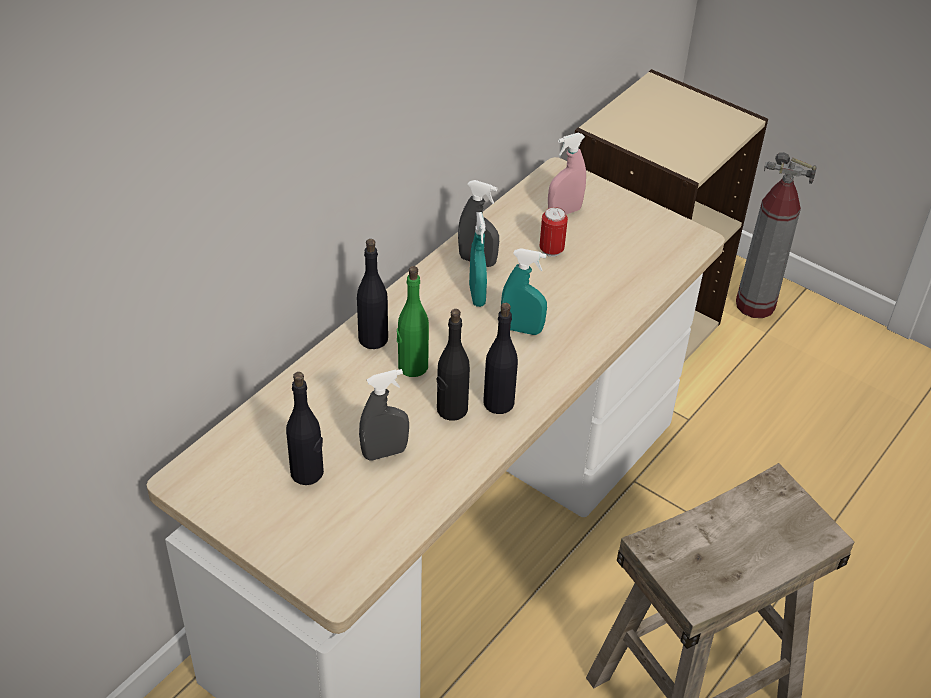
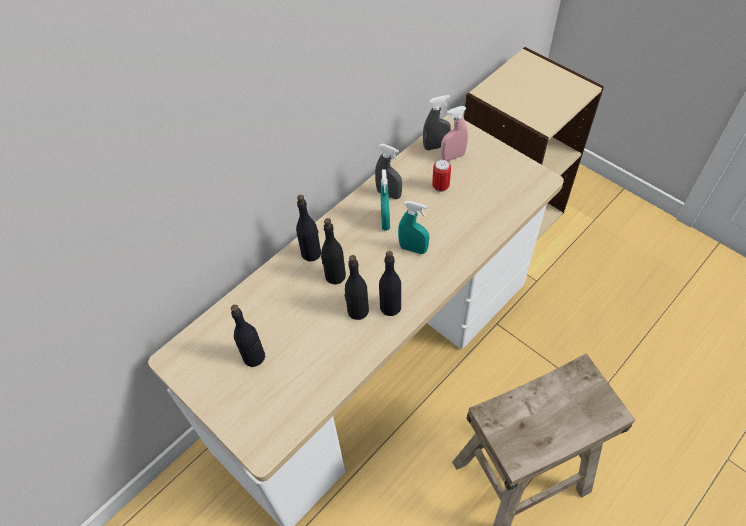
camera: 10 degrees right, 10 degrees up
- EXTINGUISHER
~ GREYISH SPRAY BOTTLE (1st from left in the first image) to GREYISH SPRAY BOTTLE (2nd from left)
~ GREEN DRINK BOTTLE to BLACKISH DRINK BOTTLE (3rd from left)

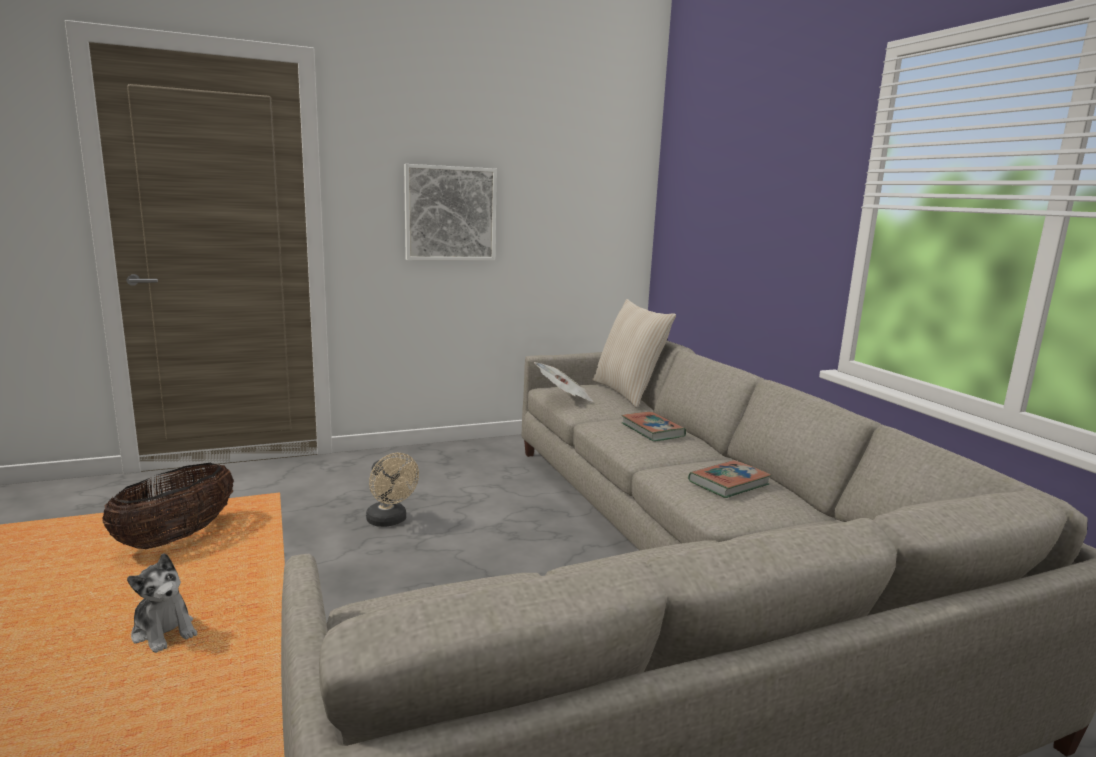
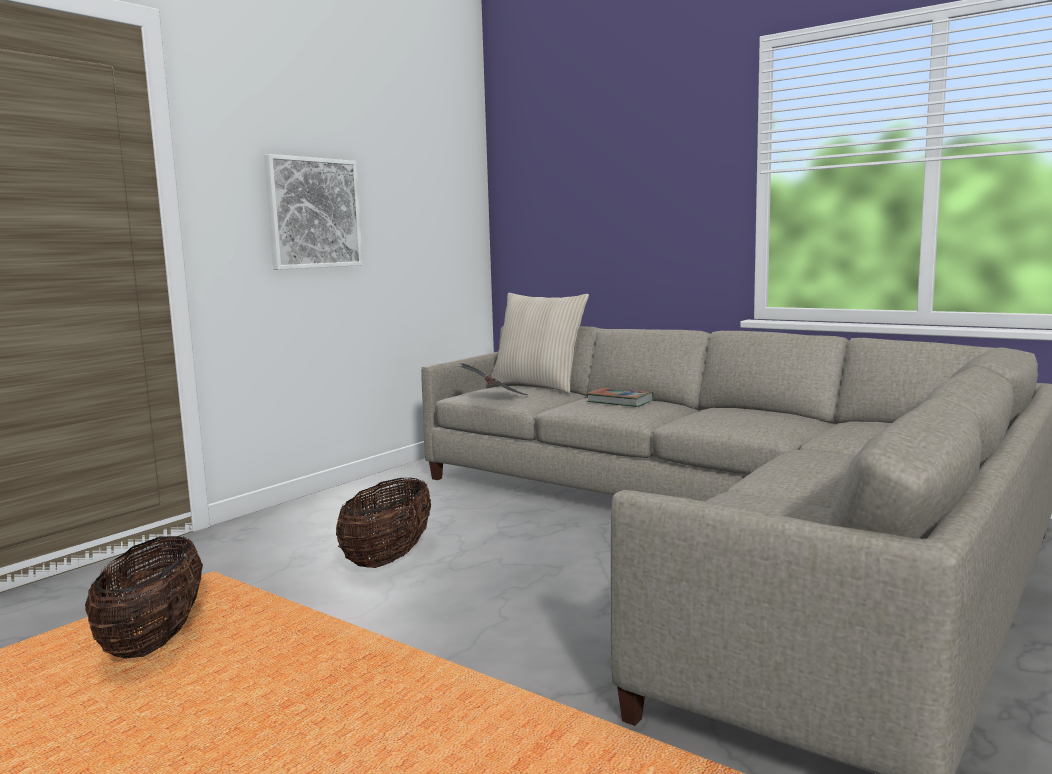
camera: 30 degrees left, 5 degrees down
- CUDDLY TOY
- VOLUME (2nd from left)
~ BEIGE ELECTRIC FAN to HOUSEHOLD BASKET (2nd from left)

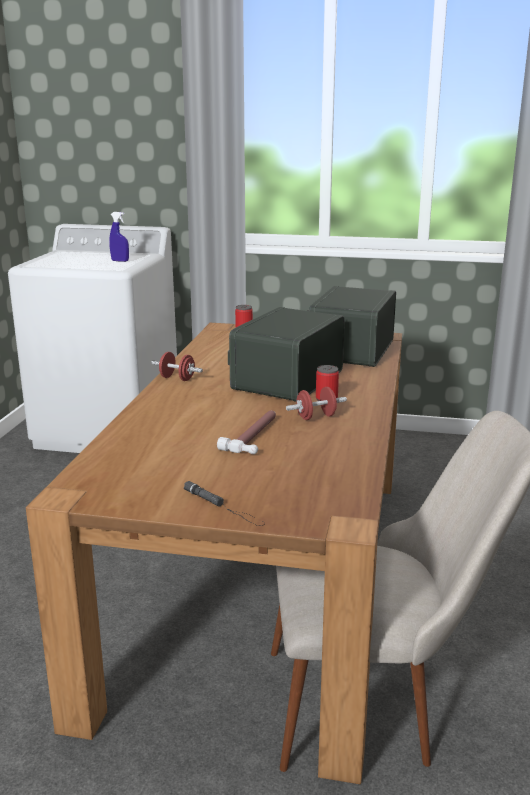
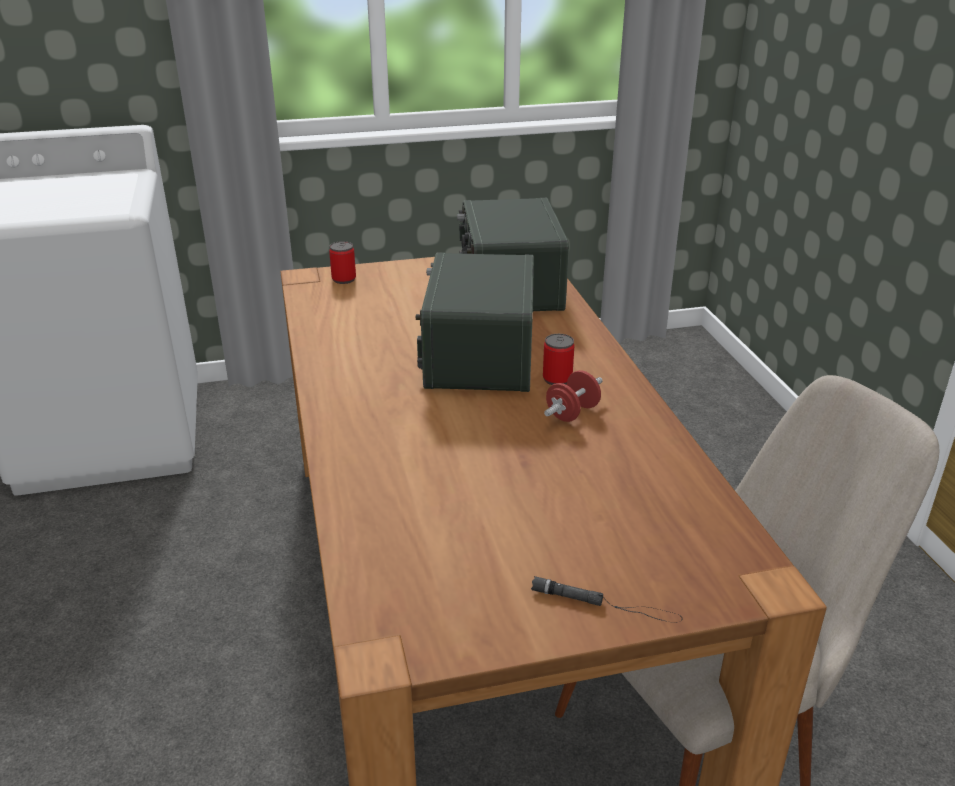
camera: 25 degrees left, 10 degrees up
- BLUE SPRAY BOTTLE
- RED HAND WEIGHT (1st from left)
- HAMMER

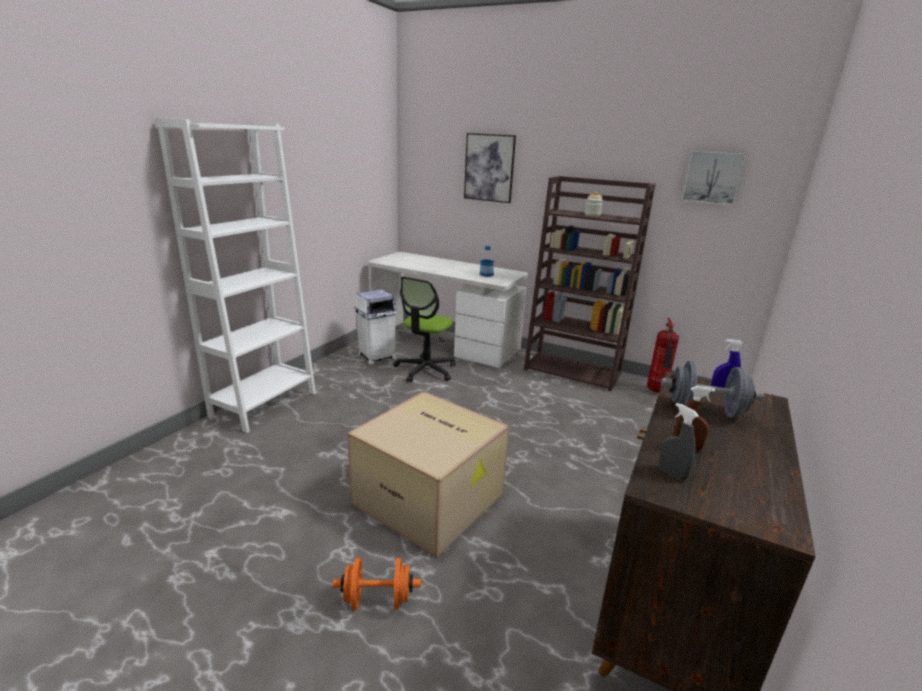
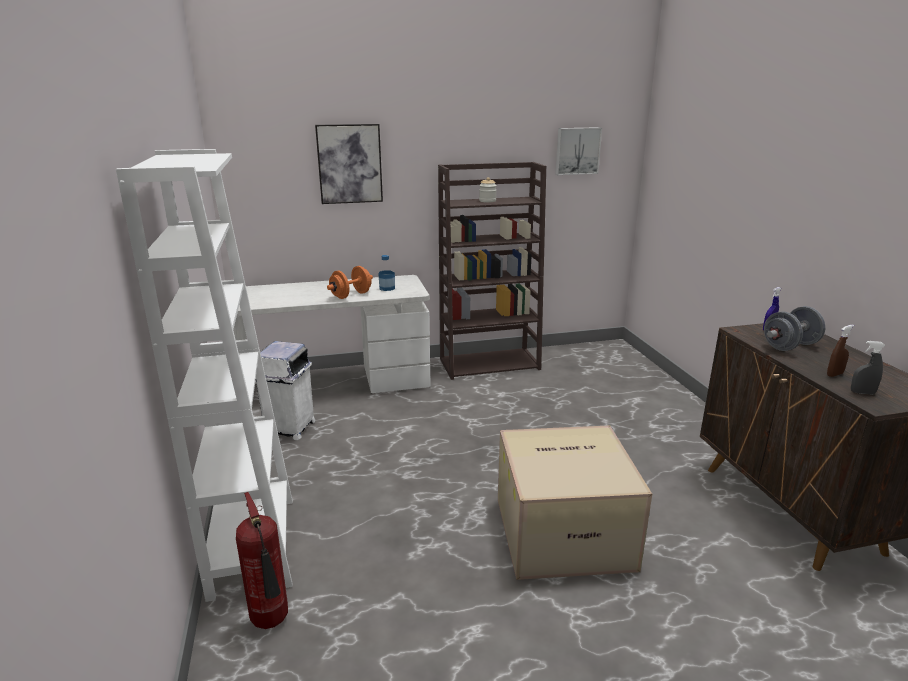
camera: 40 degrees left, 0 degrees up
- COMPUTER CHAIR
~ ORANGEY HAND WEIGHT
~ EXTINGUISHER

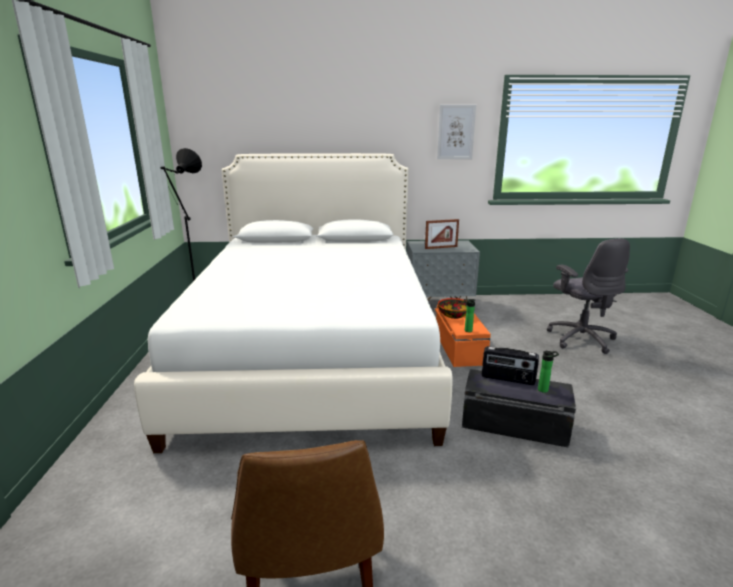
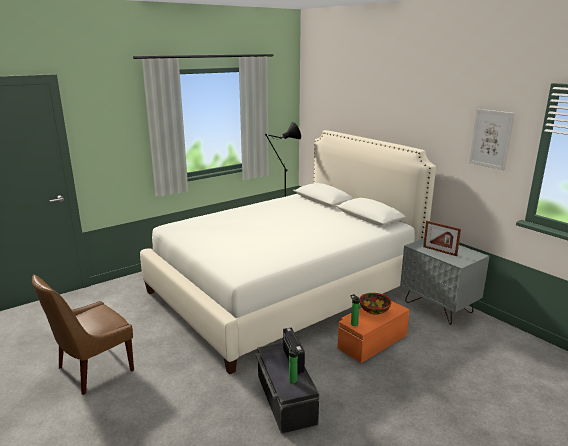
camera: 55 degrees right, 0 degrees up
- GREYISH COMPUTER CHAIR

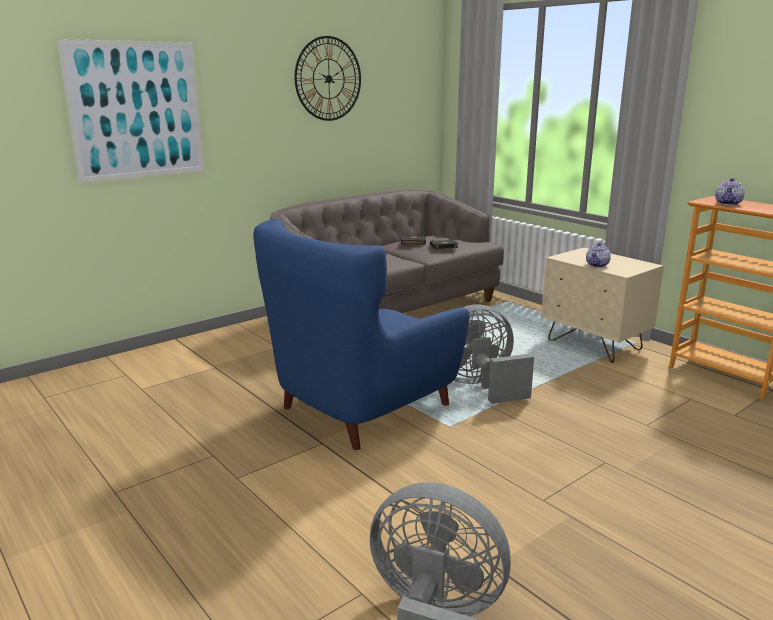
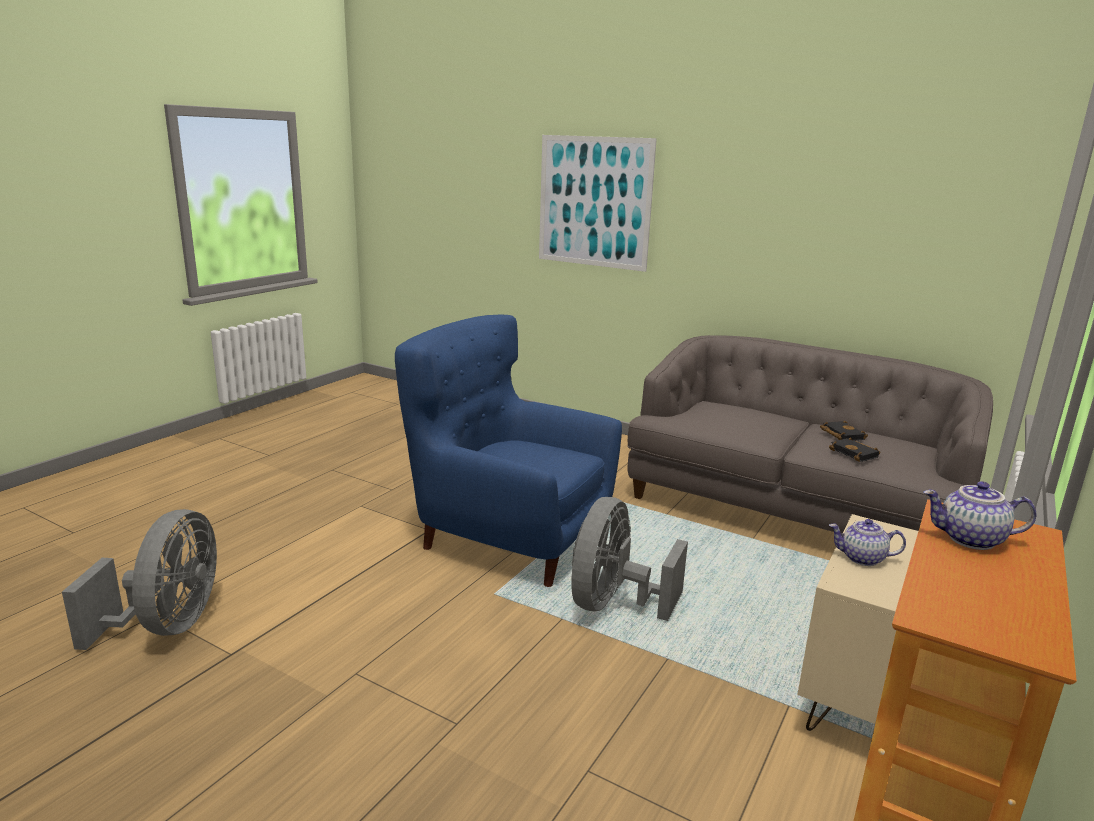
camera: 70 degrees right, 0 degrees up
- CLOCK ON THE WALL
~ GREYISH ELECTRIC FAN (2nd from left) 120 degrees counterclockwise

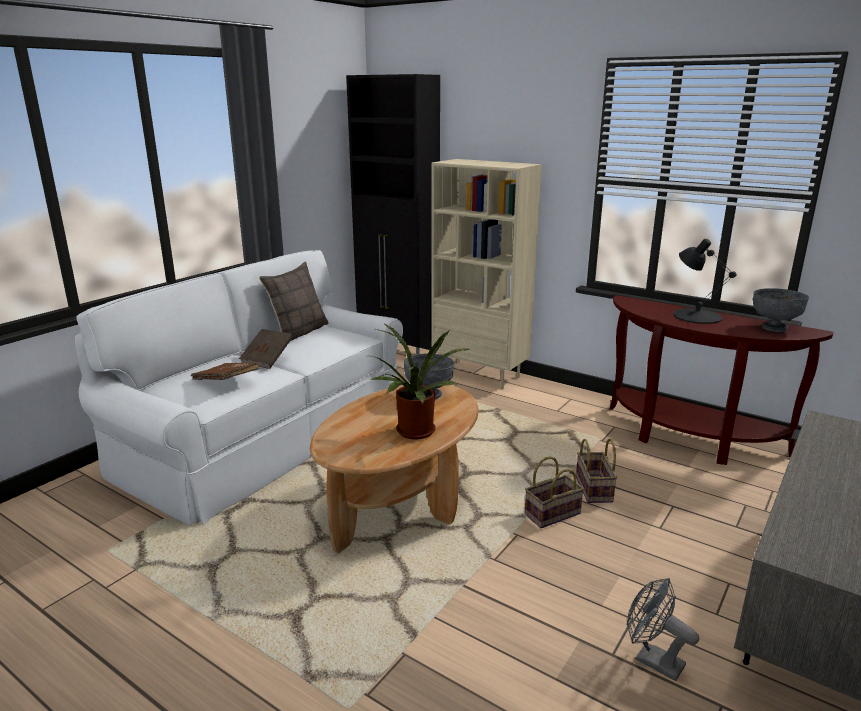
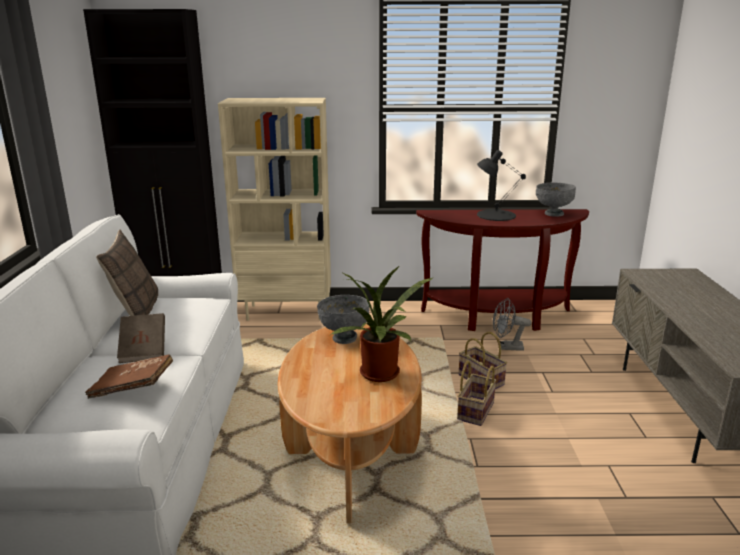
camera: 35 degrees left, 0 degrees up
~ GREYISH ELECTRIC FAN

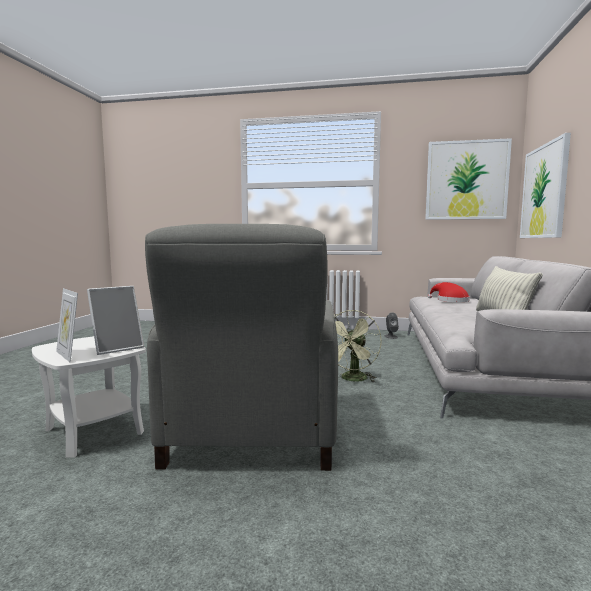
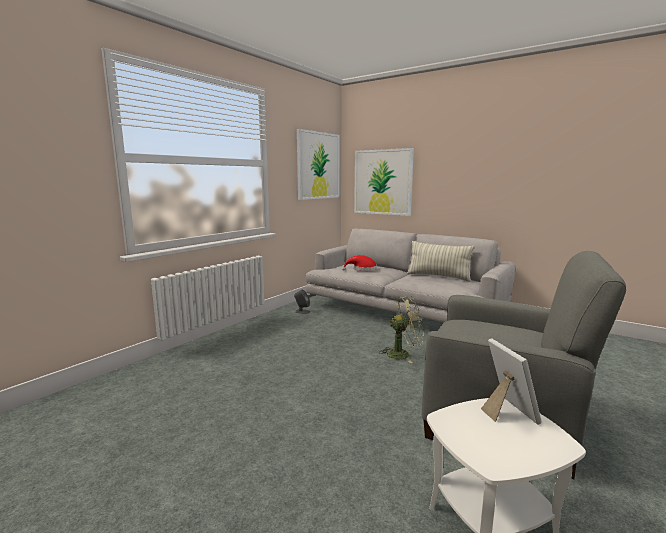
camera: 65 degrees left, 5 degrees up
- STANDING FRAME (1st from left)
~ GREEN ELECTRIC FAN 60 degrees counterclockwise

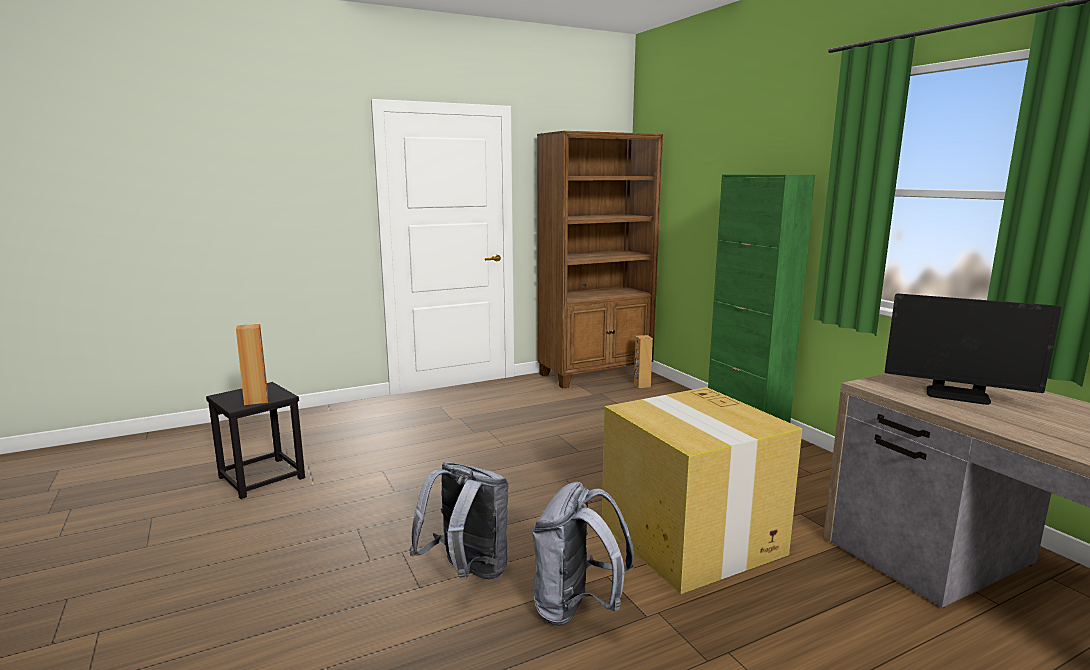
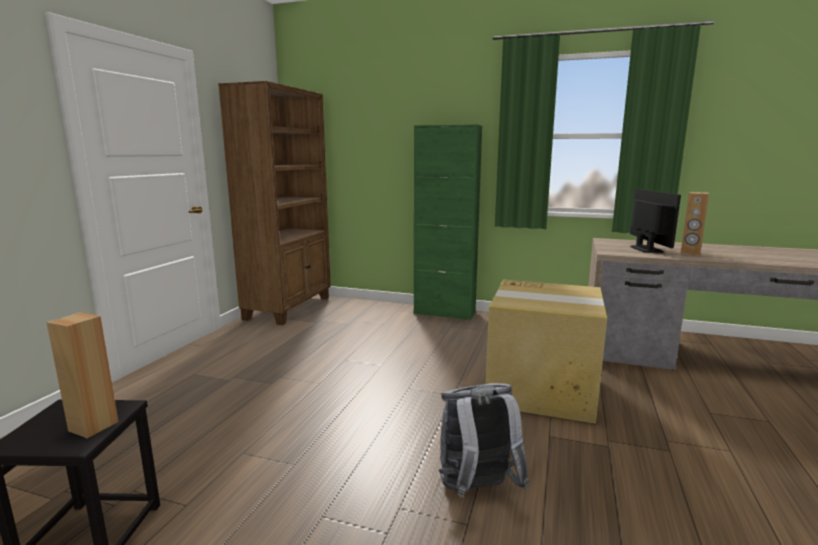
camera: 45 degrees left, 0 degrees up
- GREYISH RUCKSACK (2nd from left)
~ BROWN-COLOURED AUDIO SPEAKER (2nd from left)
~ COMPUTER DISPLAY 75 degrees counterclockwise

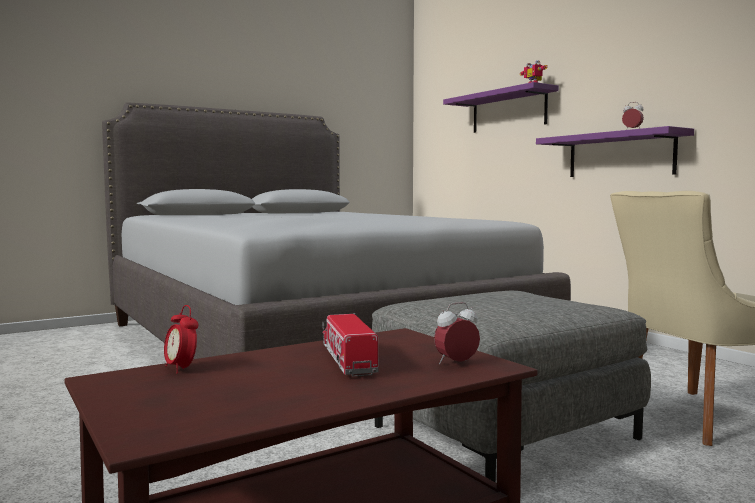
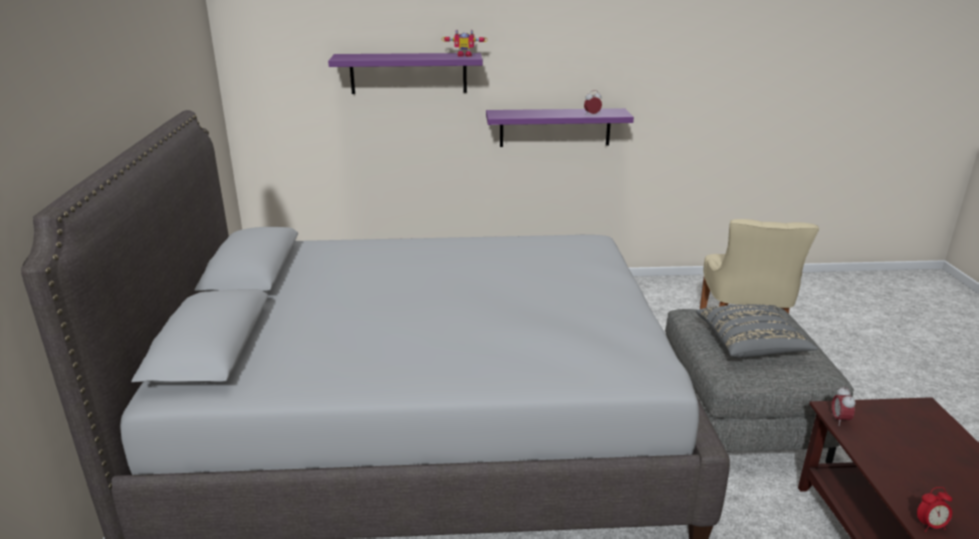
camera: 60 degrees left, 20 degrees up
- TOY LORRY
+ GREYISH PILLOW
~ ALARM CLOCK (2nd from left)

